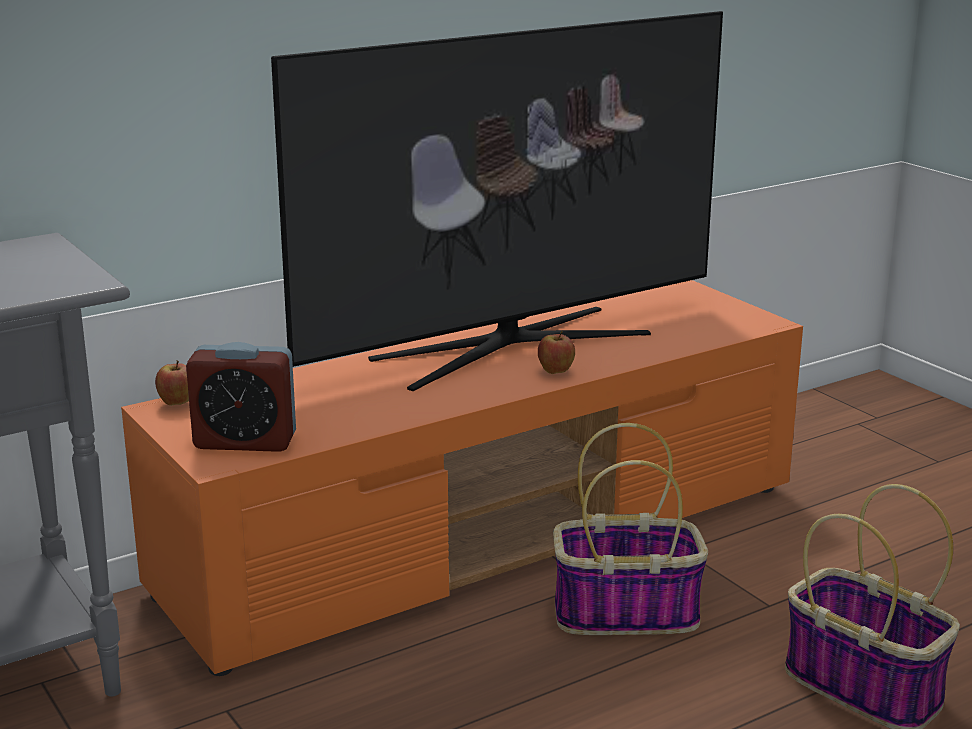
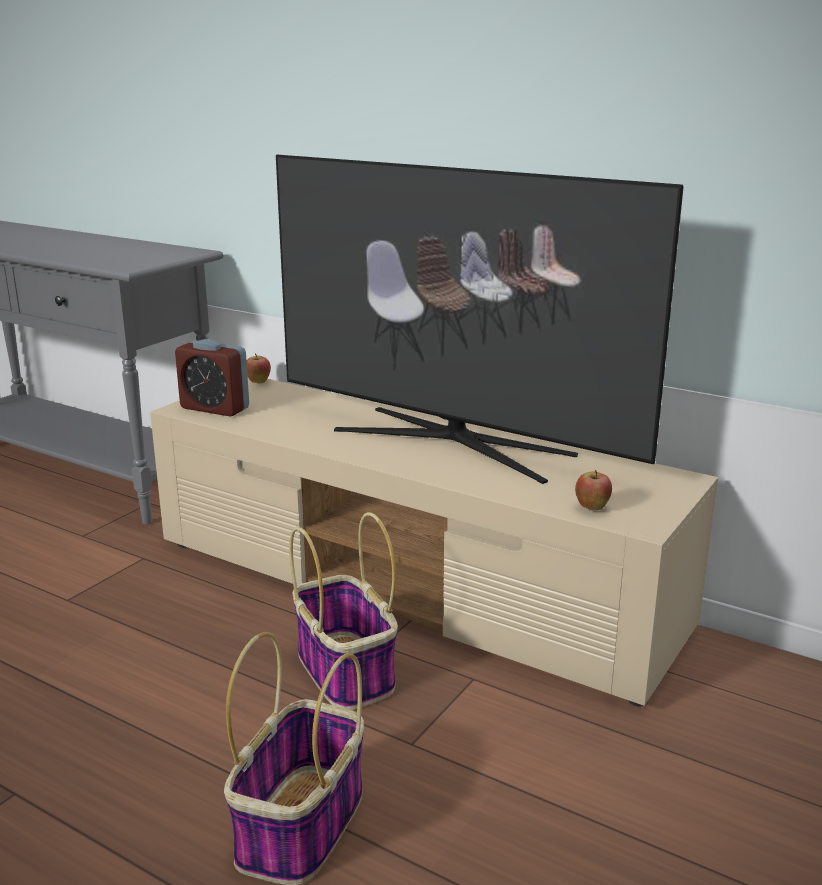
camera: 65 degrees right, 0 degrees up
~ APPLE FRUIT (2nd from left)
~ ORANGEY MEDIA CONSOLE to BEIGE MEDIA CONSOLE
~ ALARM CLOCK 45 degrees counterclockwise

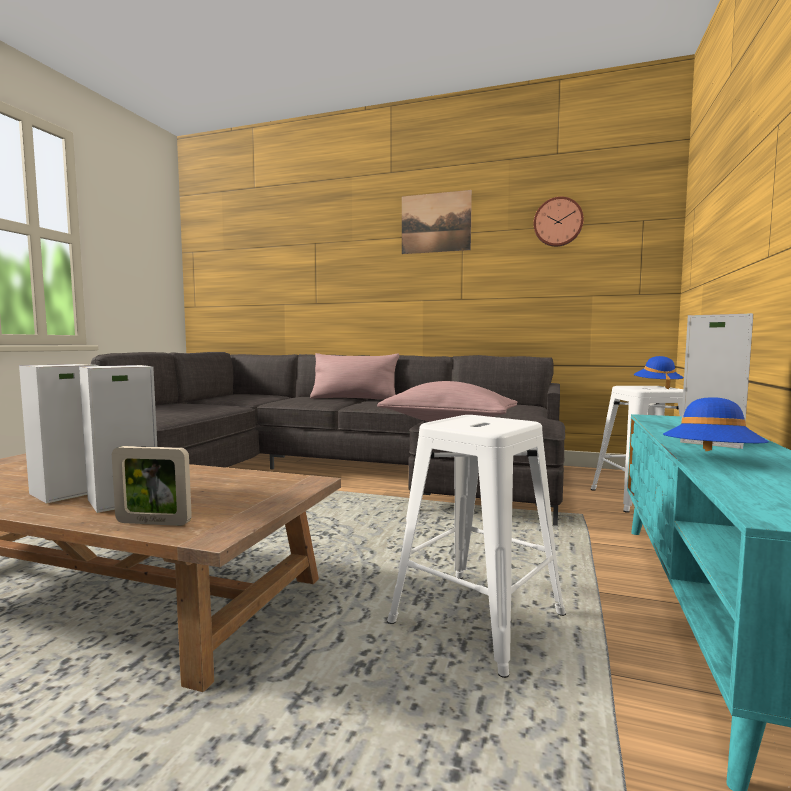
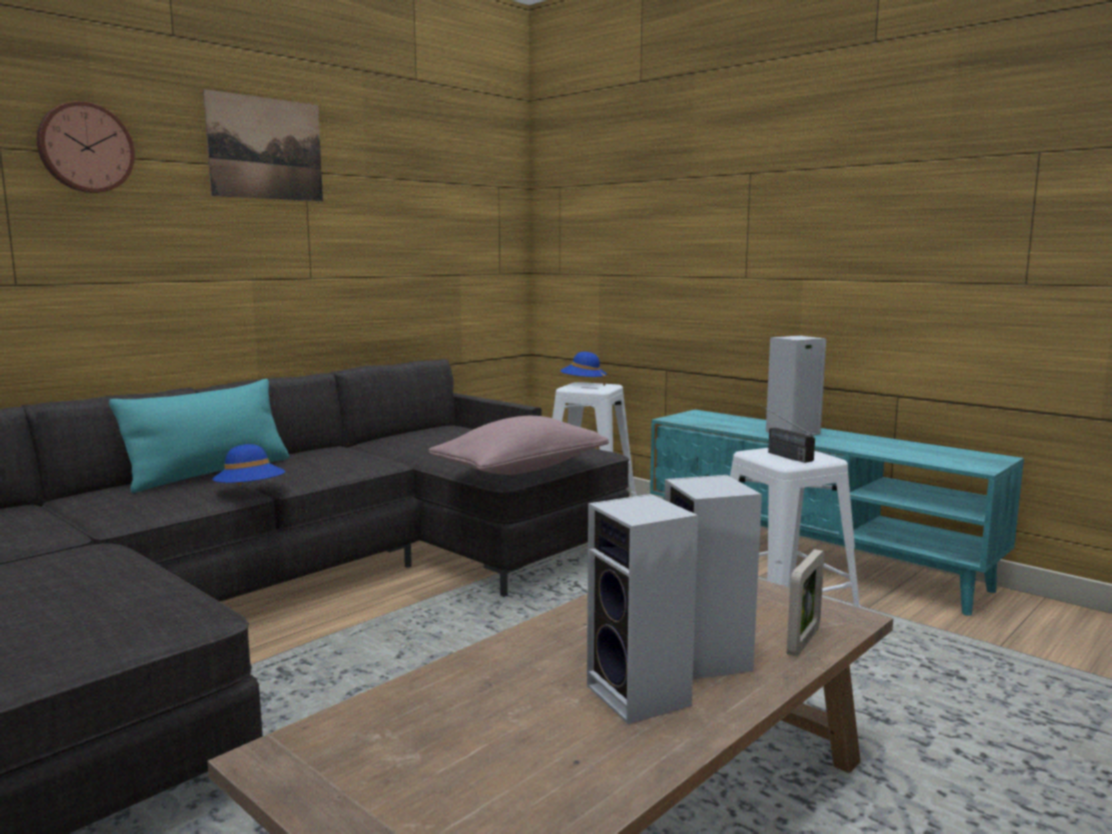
camera: 65 degrees left, 5 degrees up
+ RADIO RECEIVER
~ CLOCK ON THE WALL
~ BLUE WEARABLE HAT (2nd from left in the first image) to BLUE WEARABLE HAT (1st from left)
~ PINKISH PILLOW (1st from left) to TURQUOISE-COLOURED PILLOW

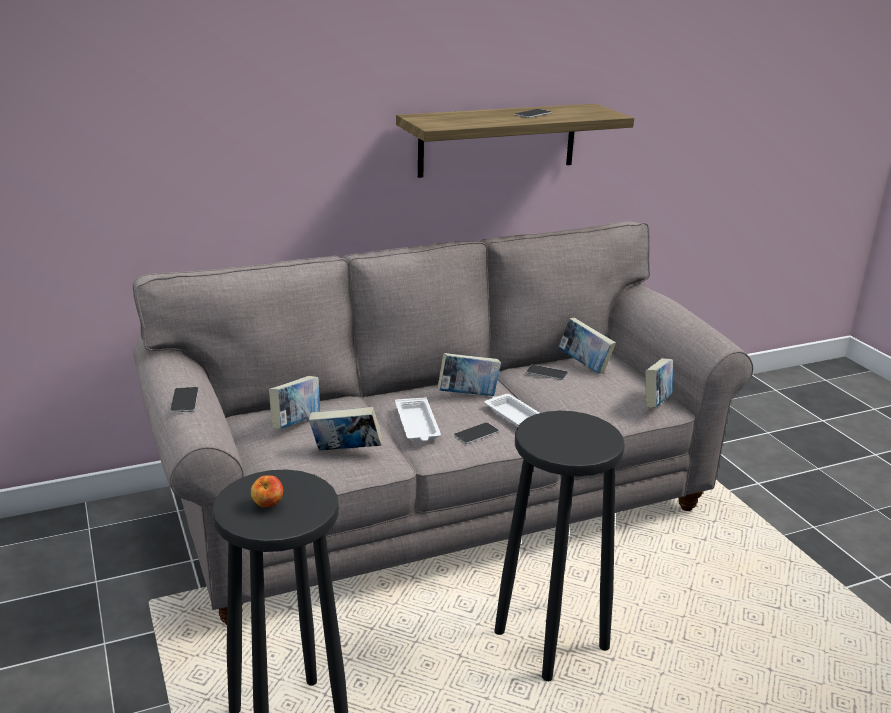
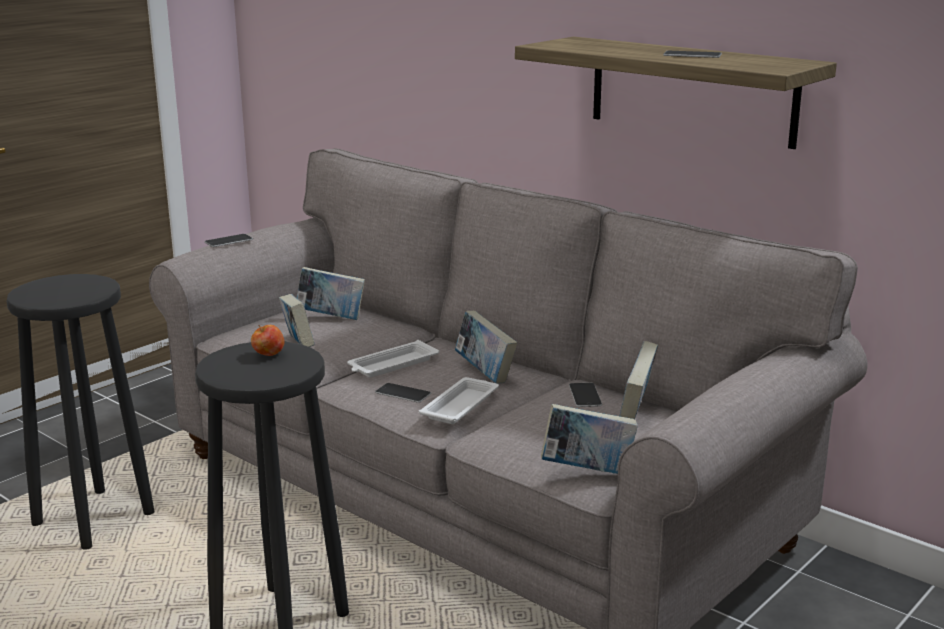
camera: 65 degrees right, 5 degrees down
~ APPLE FRUIT

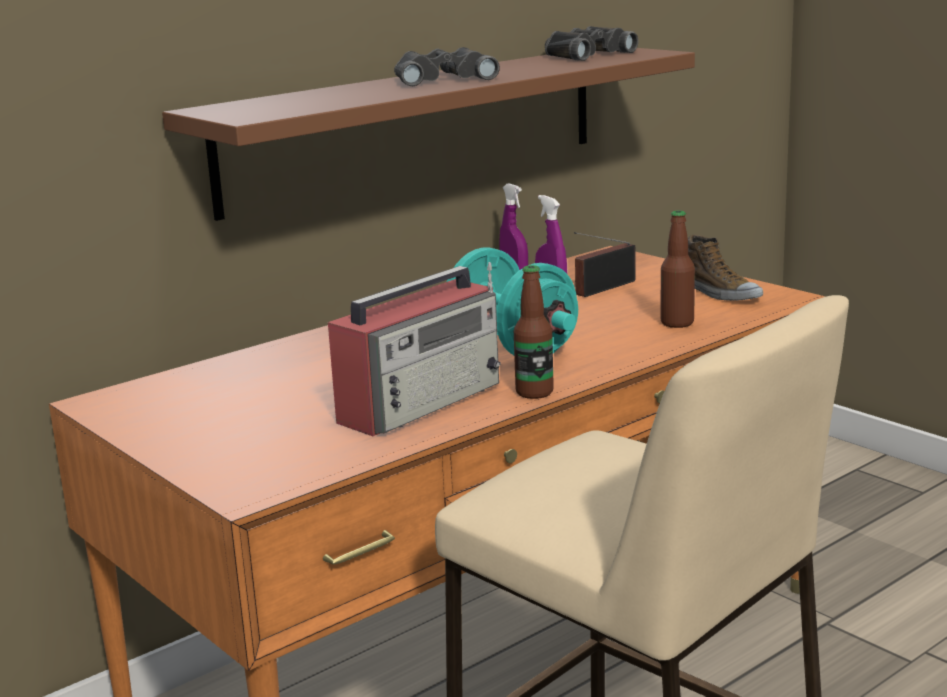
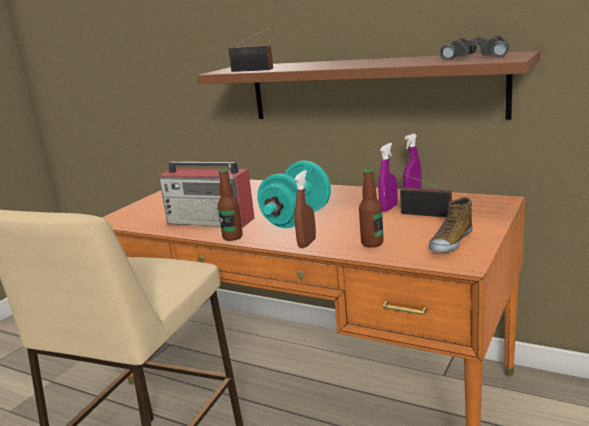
camera: 70 degrees right, 0 degrees up
- BLACKISH PAIR OF BINOCULARS (1st from left)
+ RADIO RECEIVER (2nd from left)
+ BROWN-COLOURED SPRAY BOTTLE

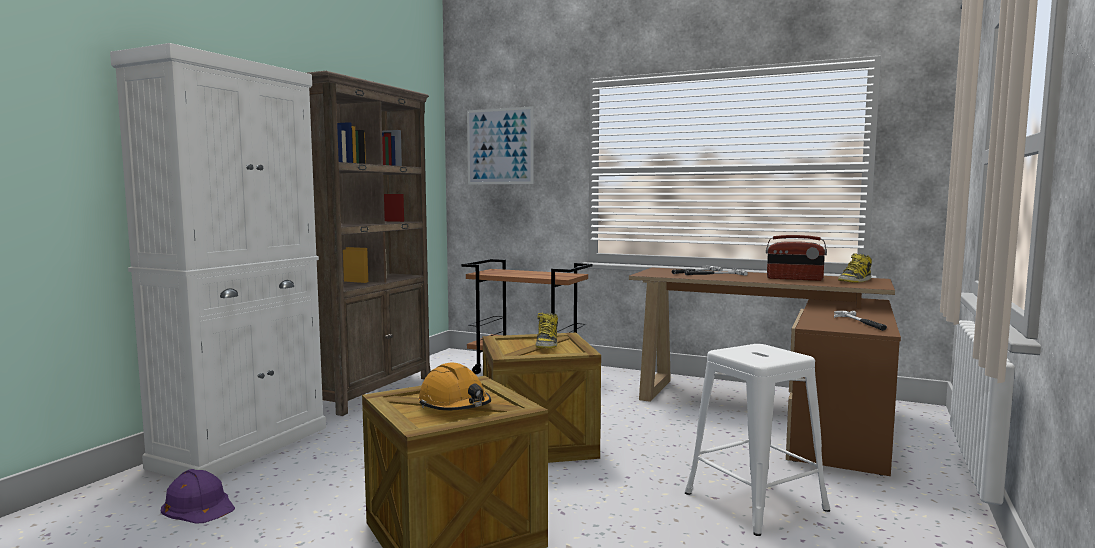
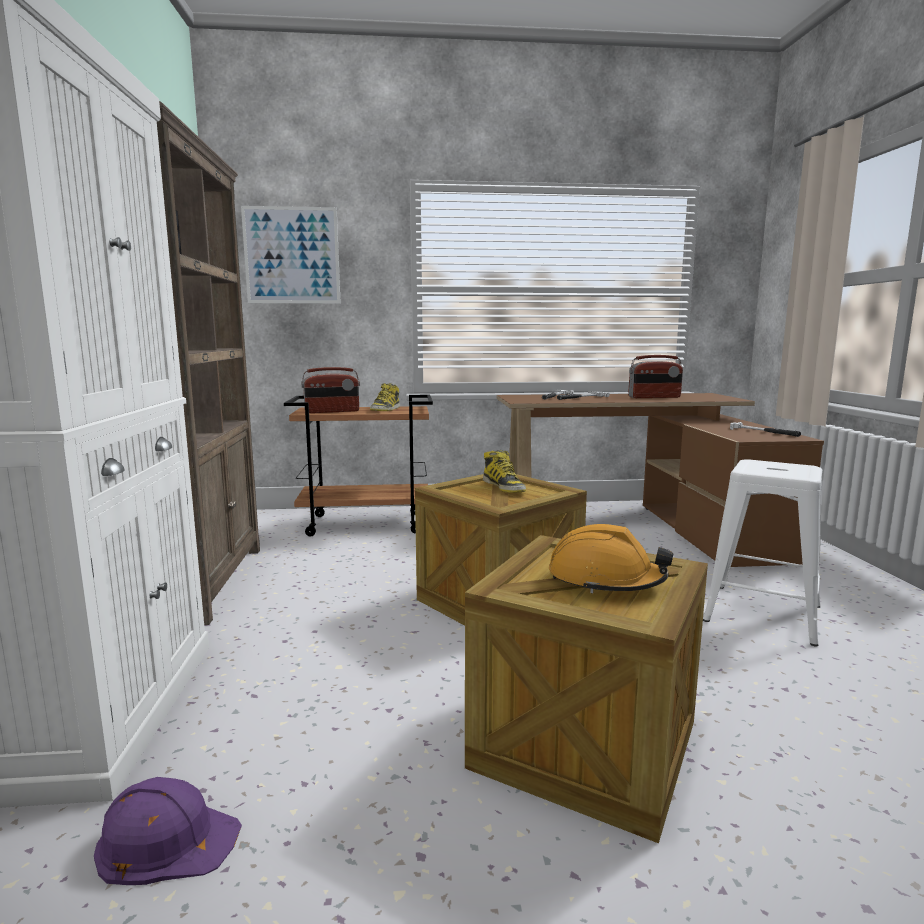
camera: 30 degrees left, 5 degrees up
+ RADIO RECEIVER (1st from left)
~ BOOT (2nd from left in the first image) to BOOT (1st from left)

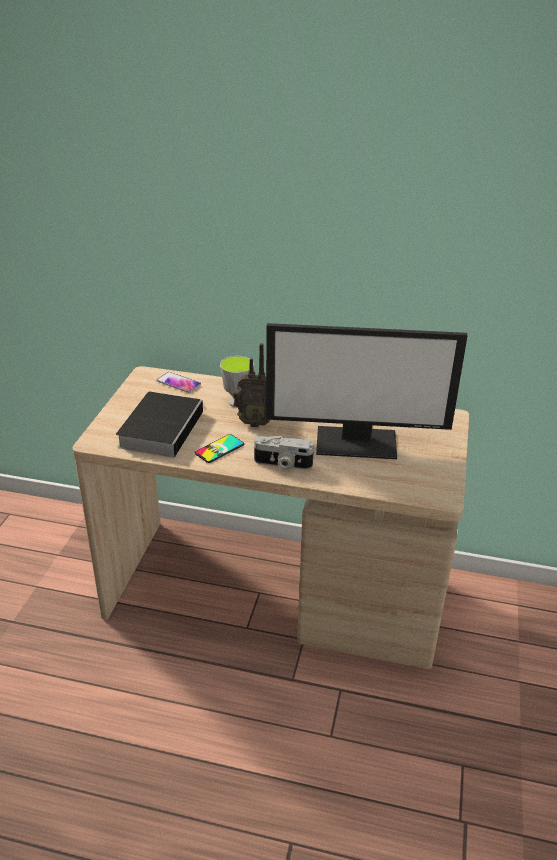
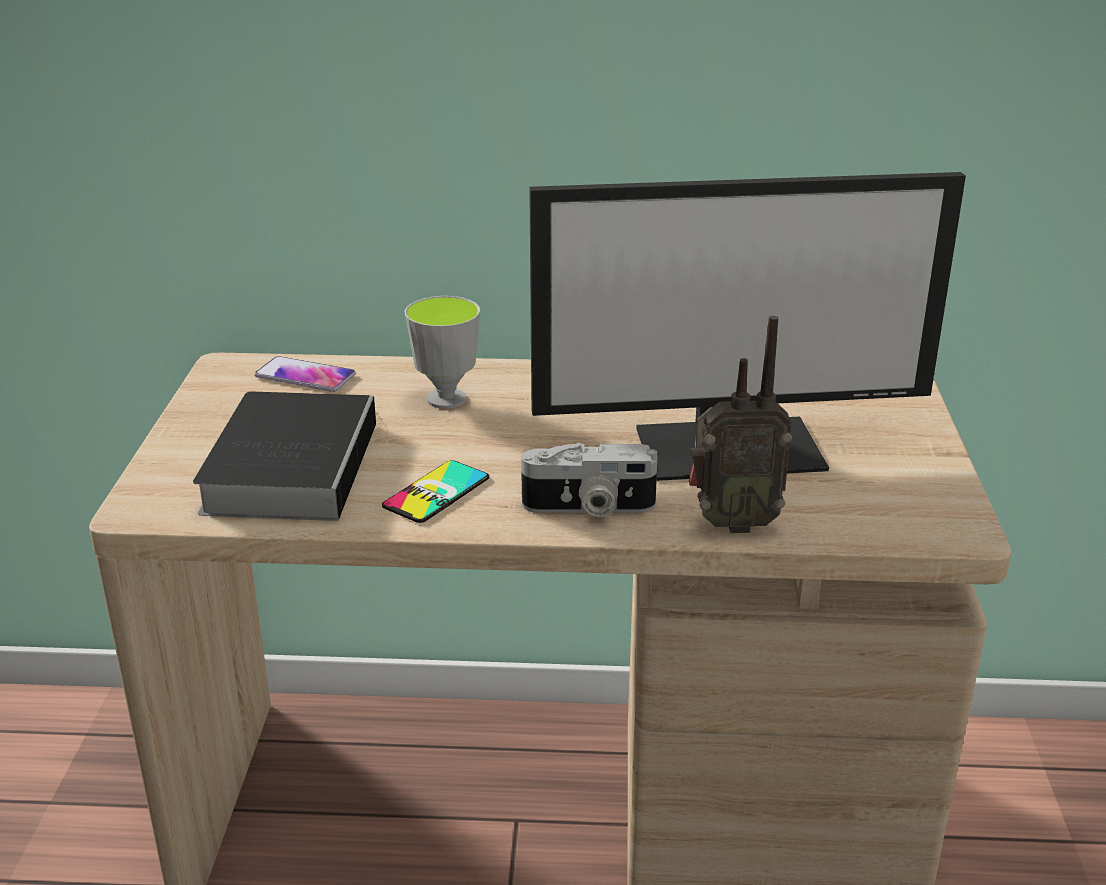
camera: 10 degrees left, 5 degrees down
~ RADIO RECEIVER

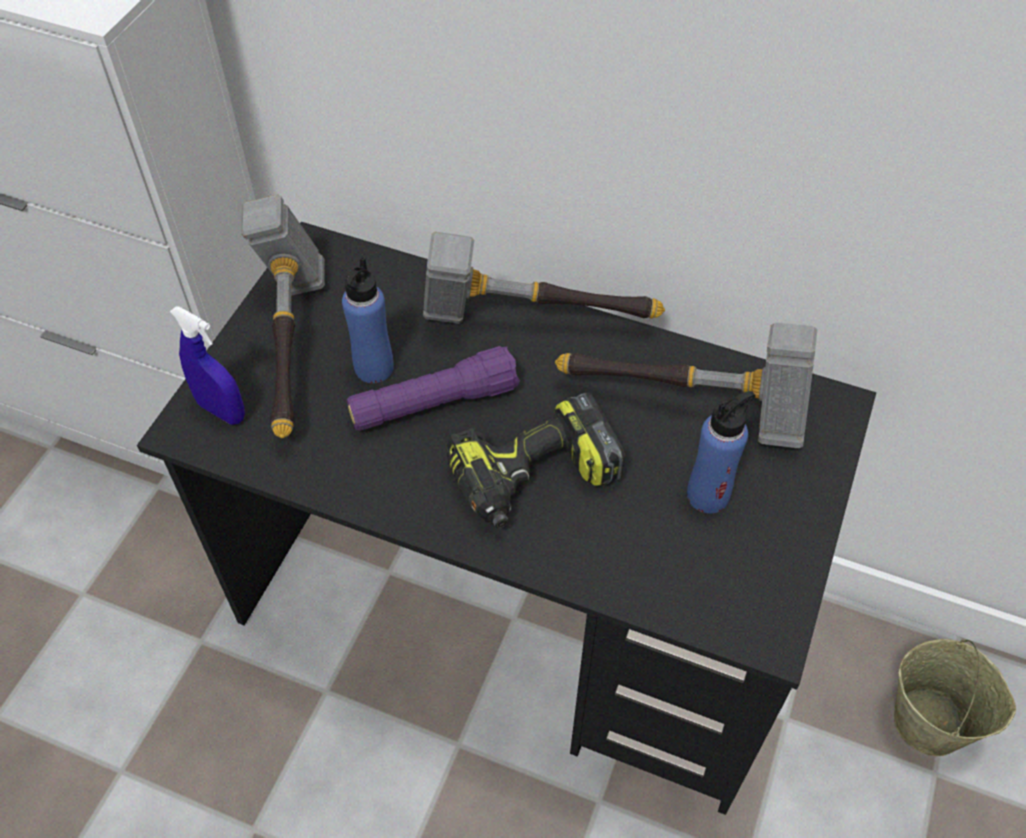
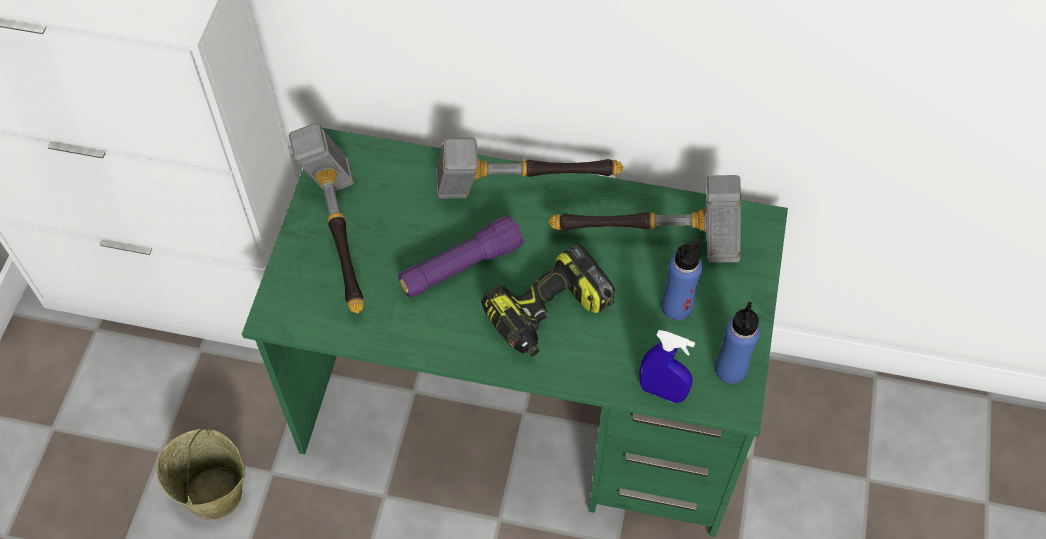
camera: 10 degrees left, 5 degrees up
~ BLUE SPRAY BOTTLE
~ BLUE DRINK BOTTLE (1st from left in the first image) to BLUE DRINK BOTTLE (2nd from left)
~ BEIGE PAIL
~ BLACKISH DESK to GREEN DESK

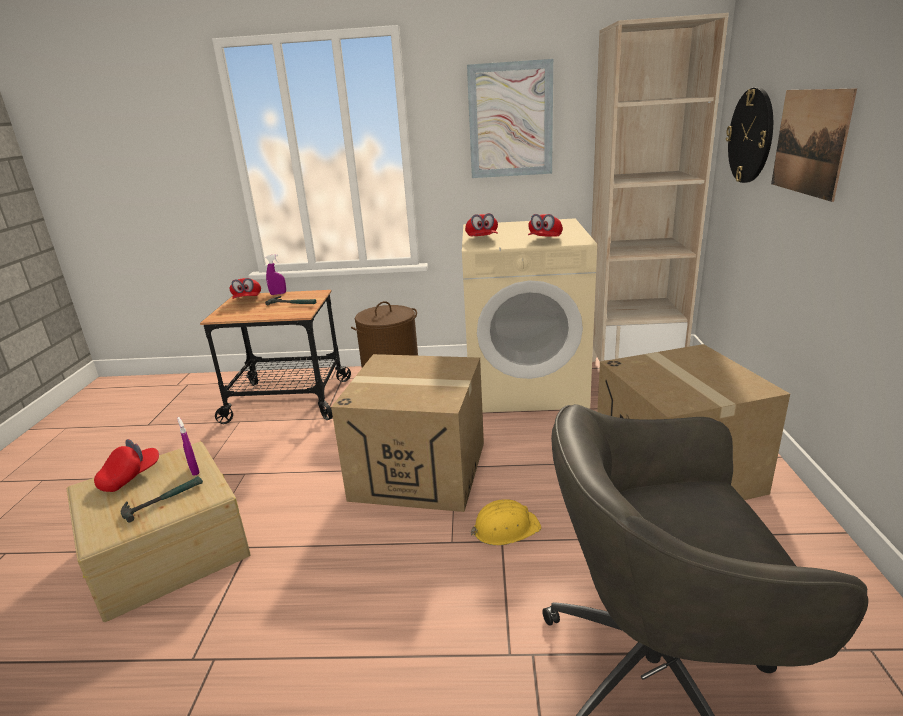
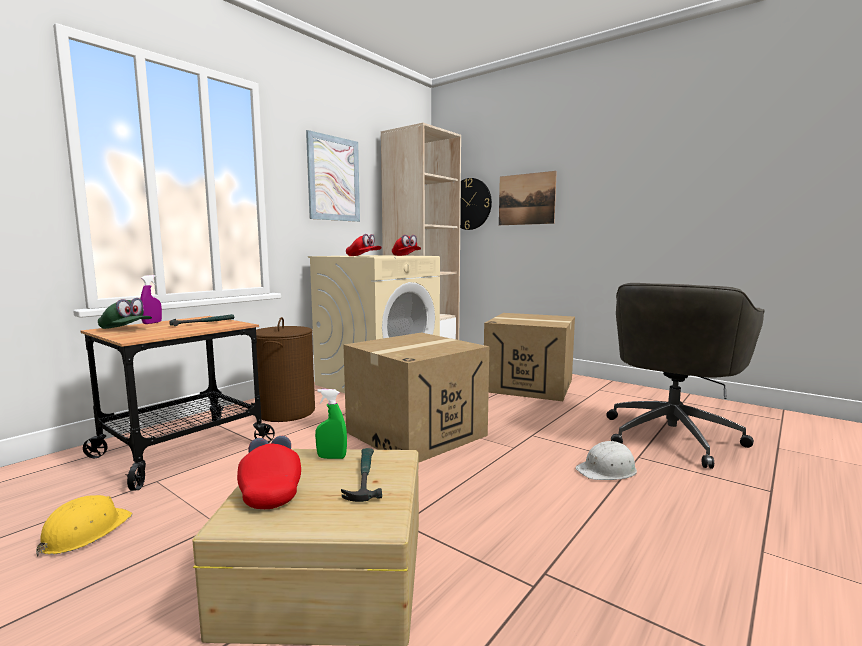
camera: 55 degrees left, 15 degrees down
+ WHITE WORK HELMET
~ YELLOWISH WORK HELMET
~ PURPLE-COLOURED SPRAY BOTTLE (1st from left) to GREEN SPRAY BOTTLE
~ RED BASEBALL CAP (2nd from left) to GREEN BASEBALL CAP

